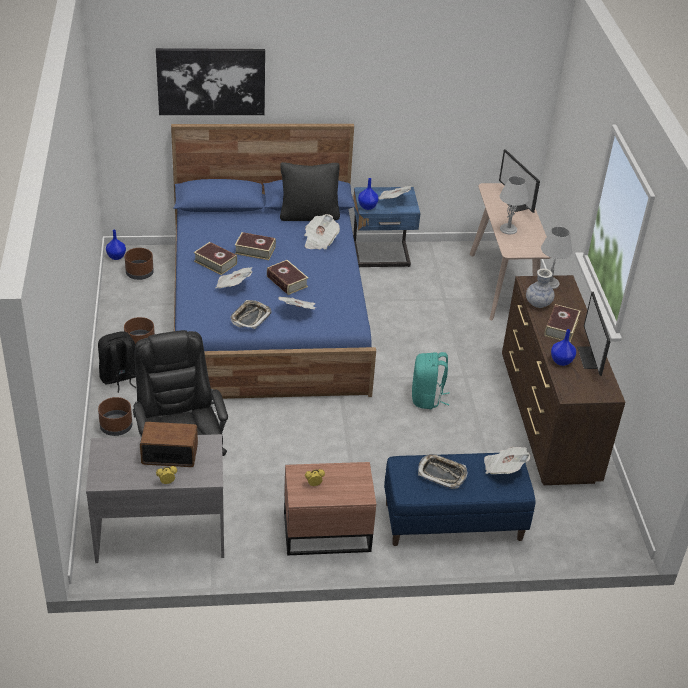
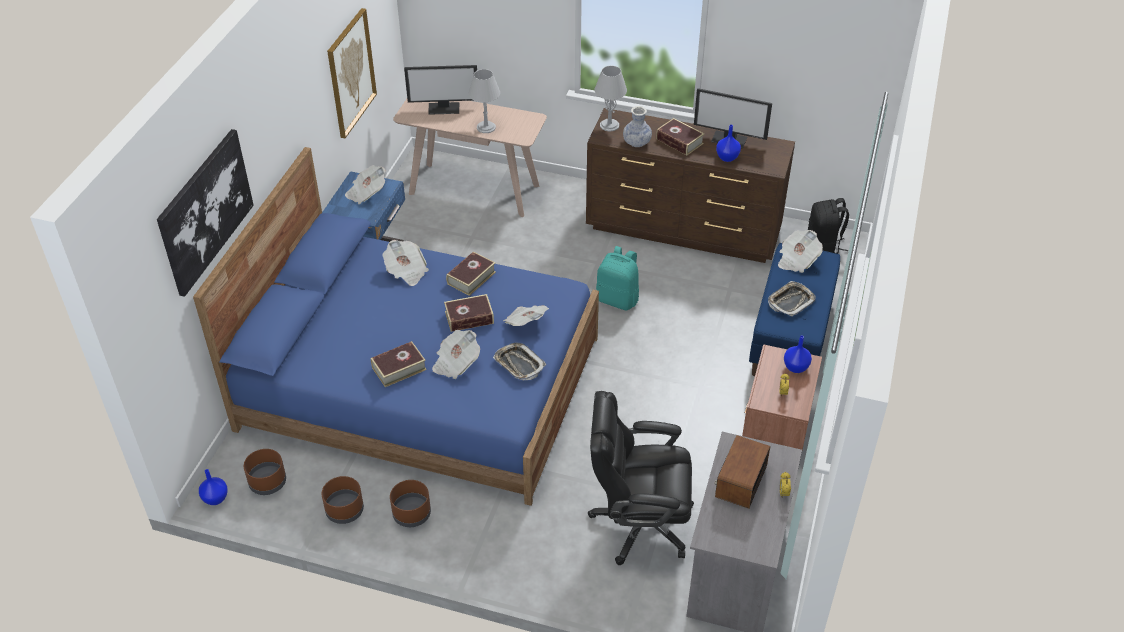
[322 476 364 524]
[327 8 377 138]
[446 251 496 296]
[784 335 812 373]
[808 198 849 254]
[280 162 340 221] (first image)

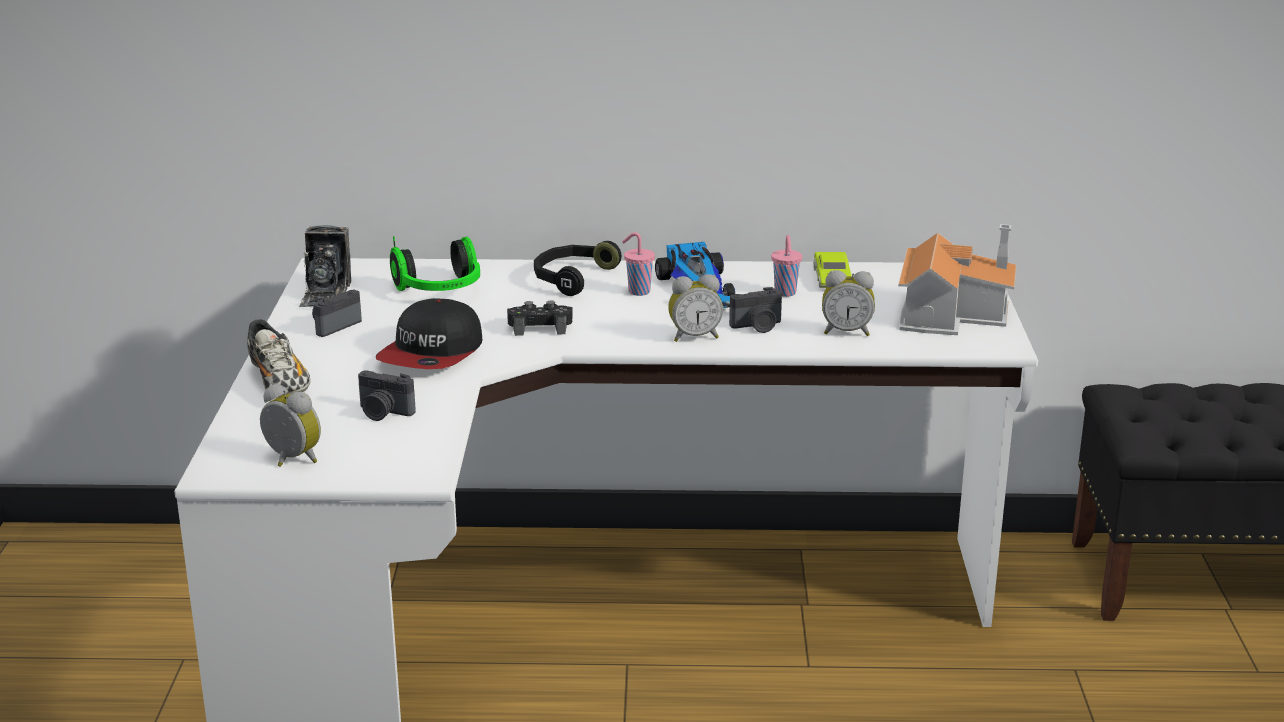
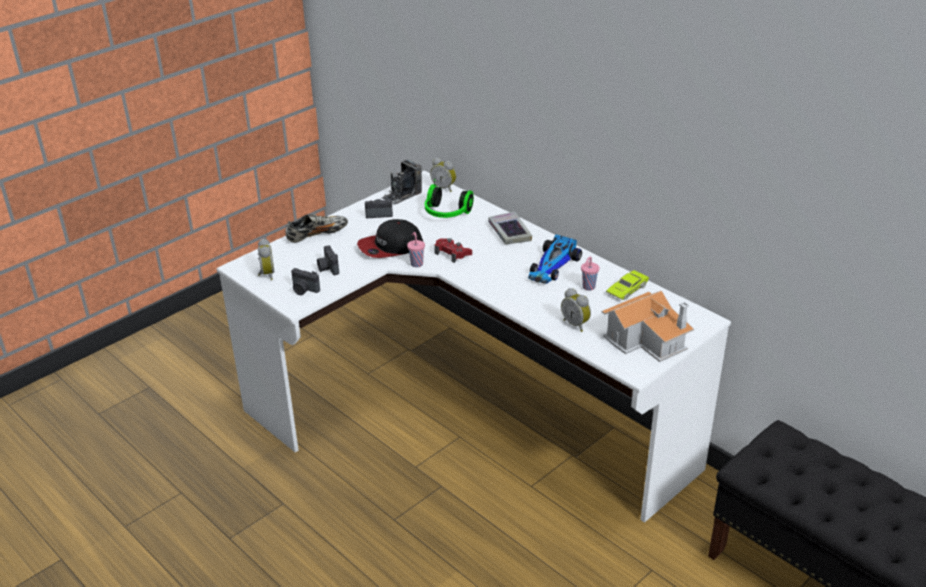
[285 214 348 243]
[291 268 320 295]
[407 232 425 267]
[430 158 456 192]
[434 238 472 263]
[488 212 532 244]

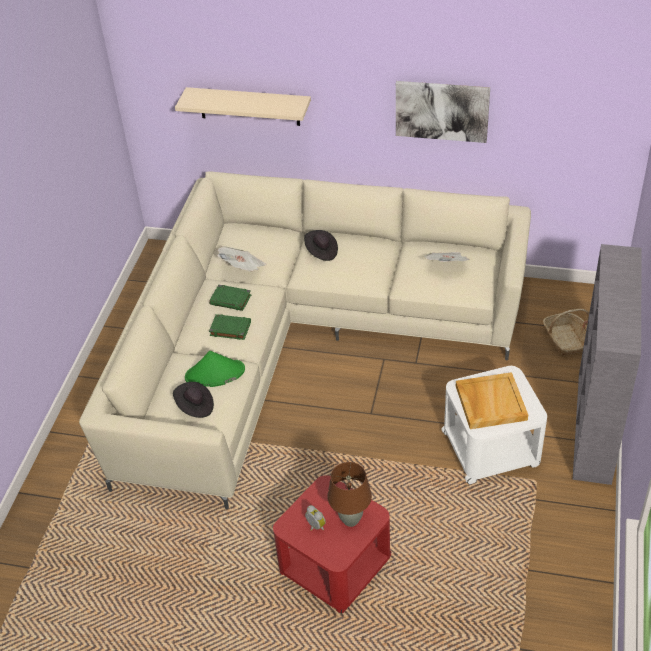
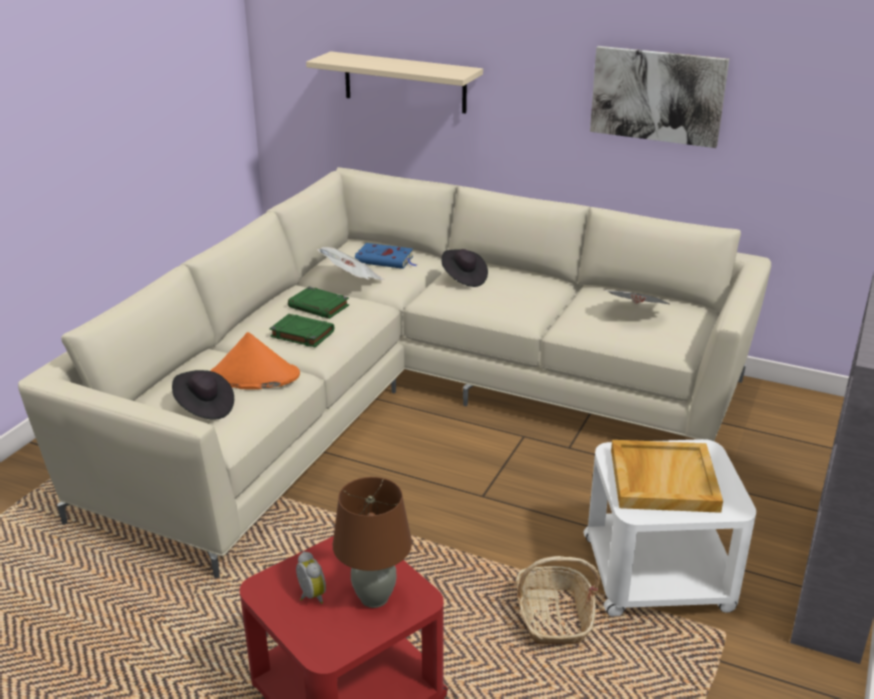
[210 332 300 390]
[355 243 417 269]
[516 556 600 644]

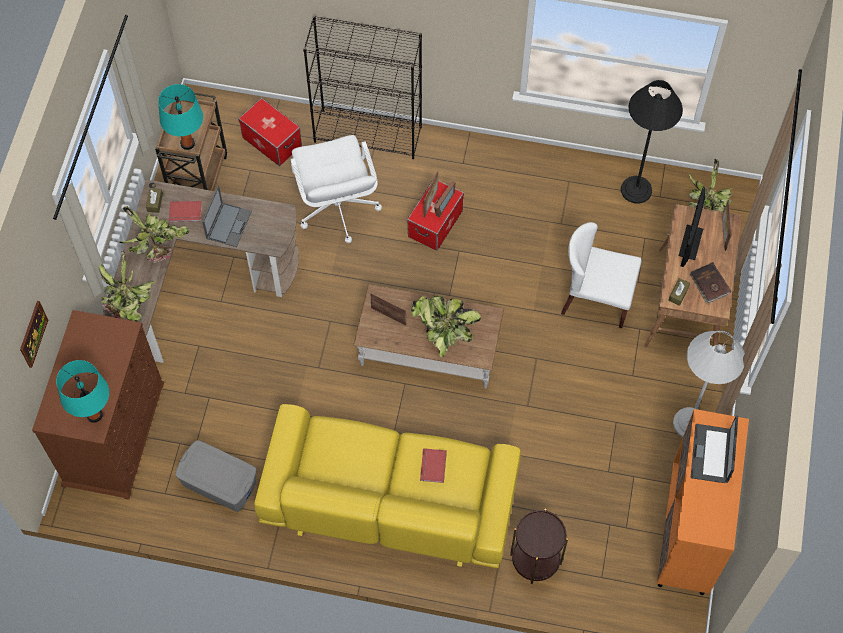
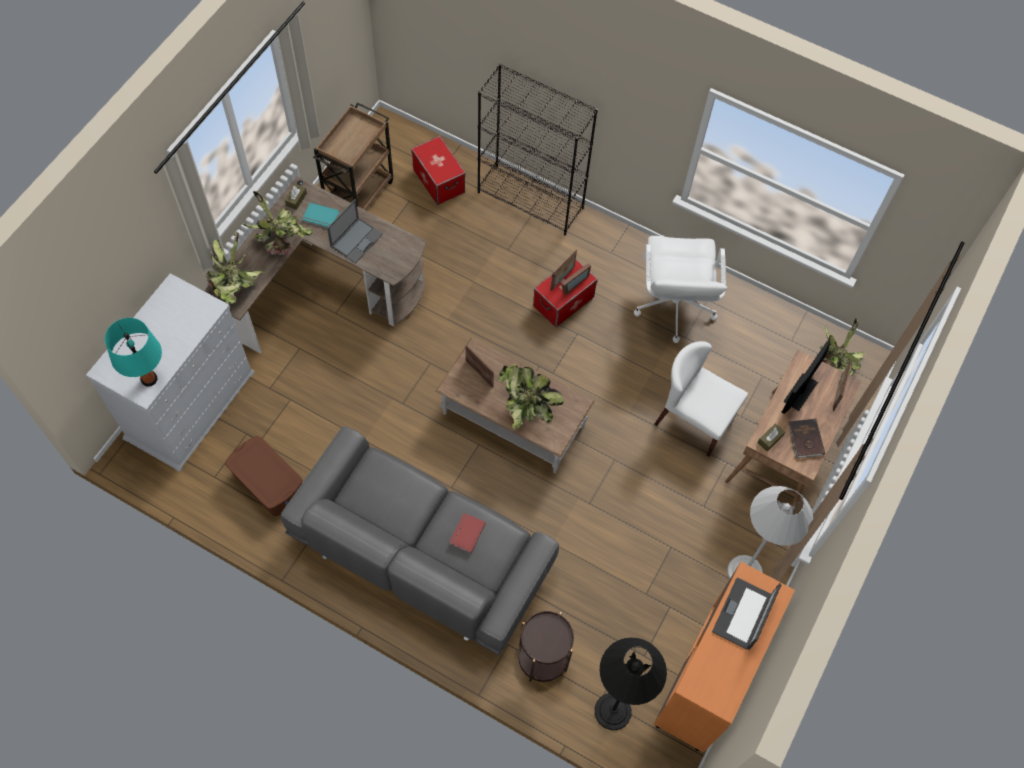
[86 273 255 472]
[225 436 303 517]
[281 426 559 655]
[302 203 340 228]
[595 638 667 730]
[634 236 727 343]
[20 301 48 368] (first image)
[158 84 203 150] (first image)

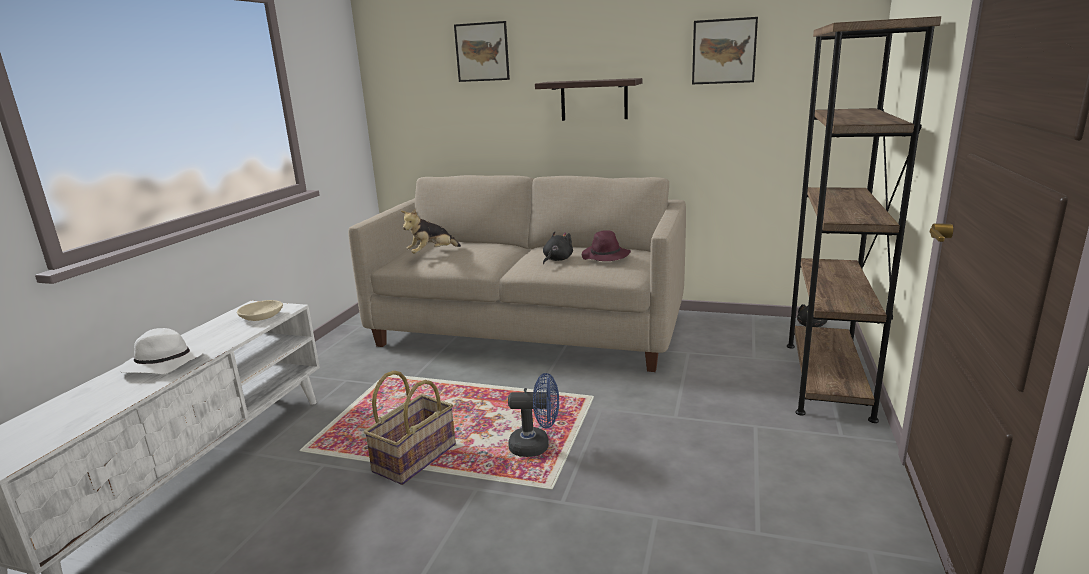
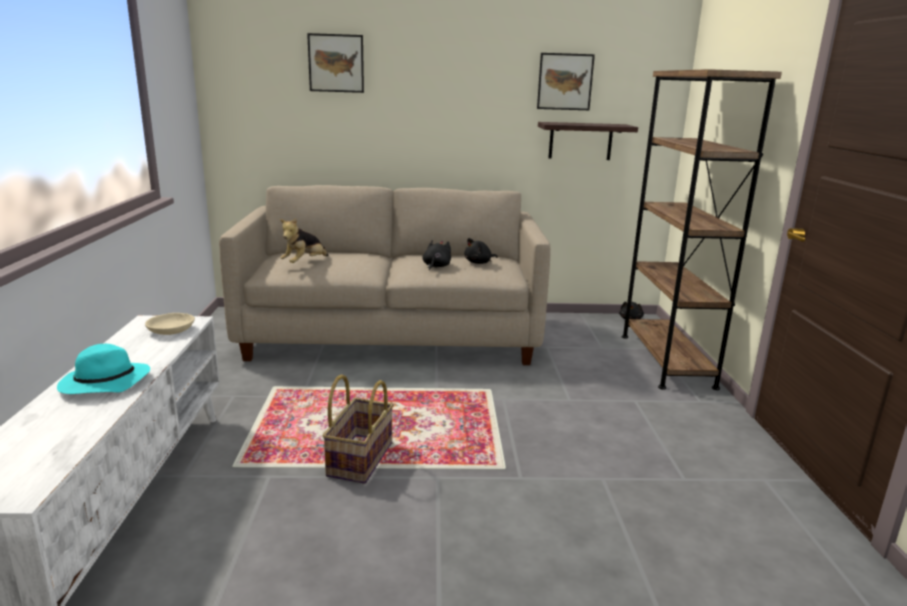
[57 344 150 394]
[464 238 498 264]
[538 122 638 160]
[508 373 559 457] (first image)

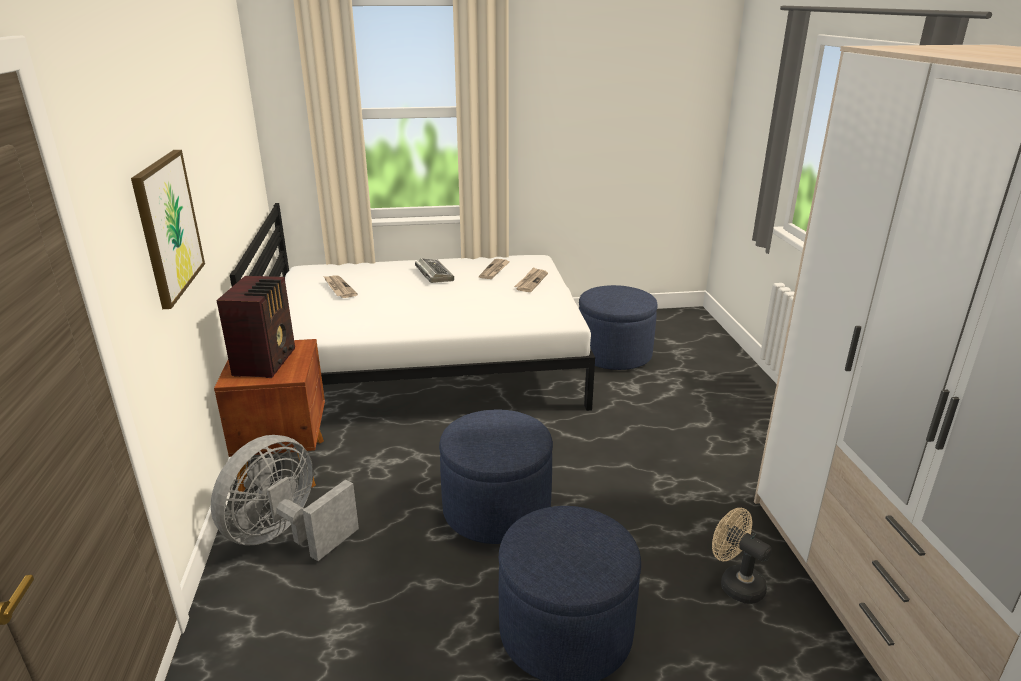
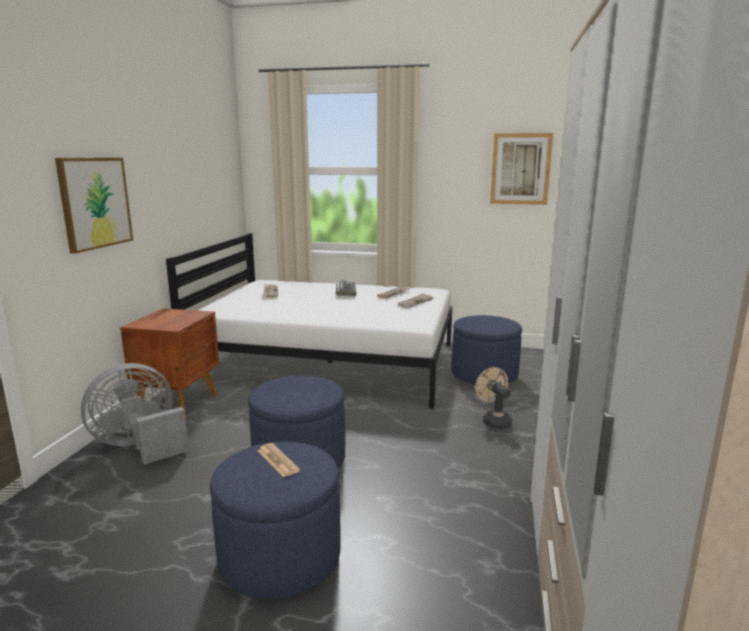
[257 443 300 477]
[475 367 512 429]
[490 133 553 205]
[216 276 295 378] (first image)

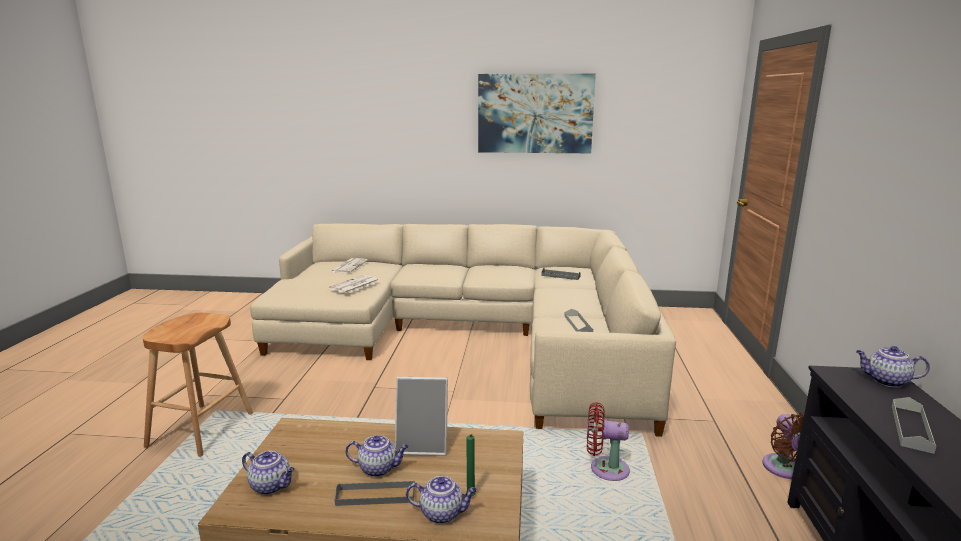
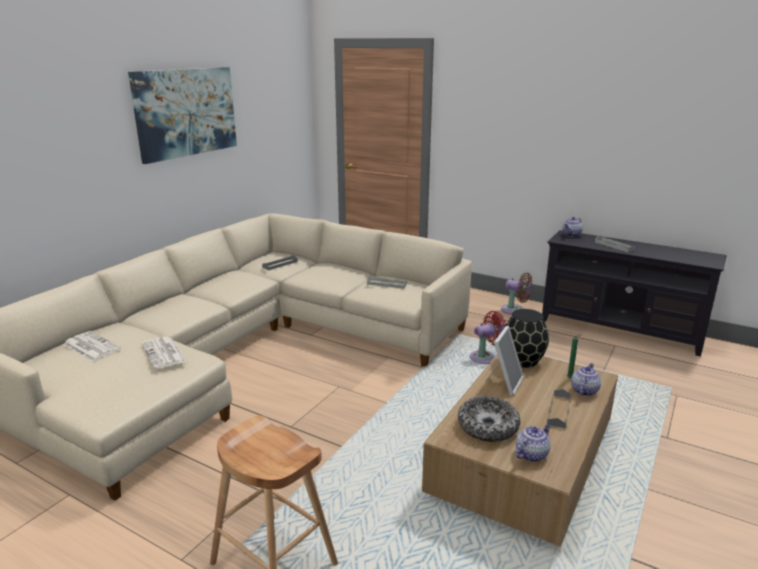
[458 396 520 442]
[470 311 506 364]
[506 309 549 368]
[345 435 409 477] (first image)

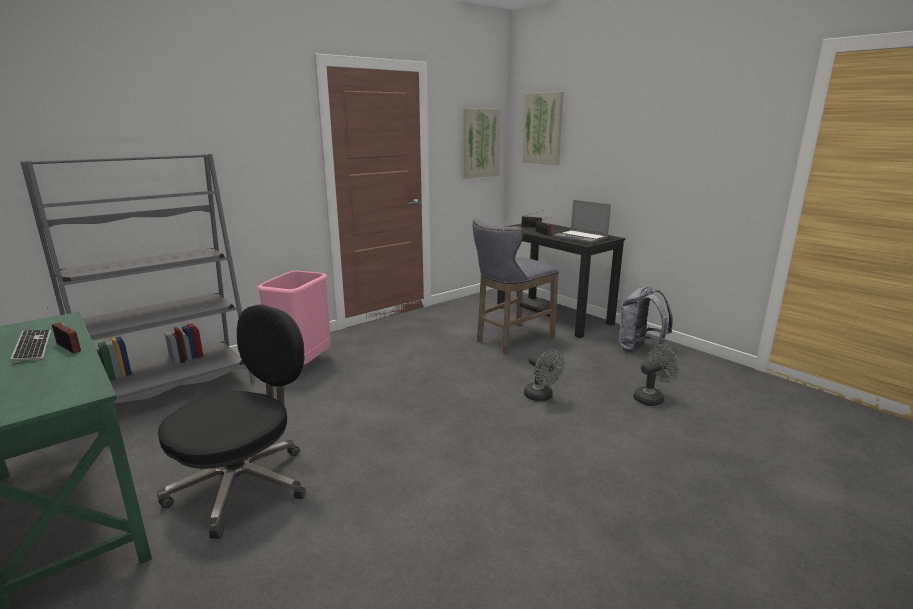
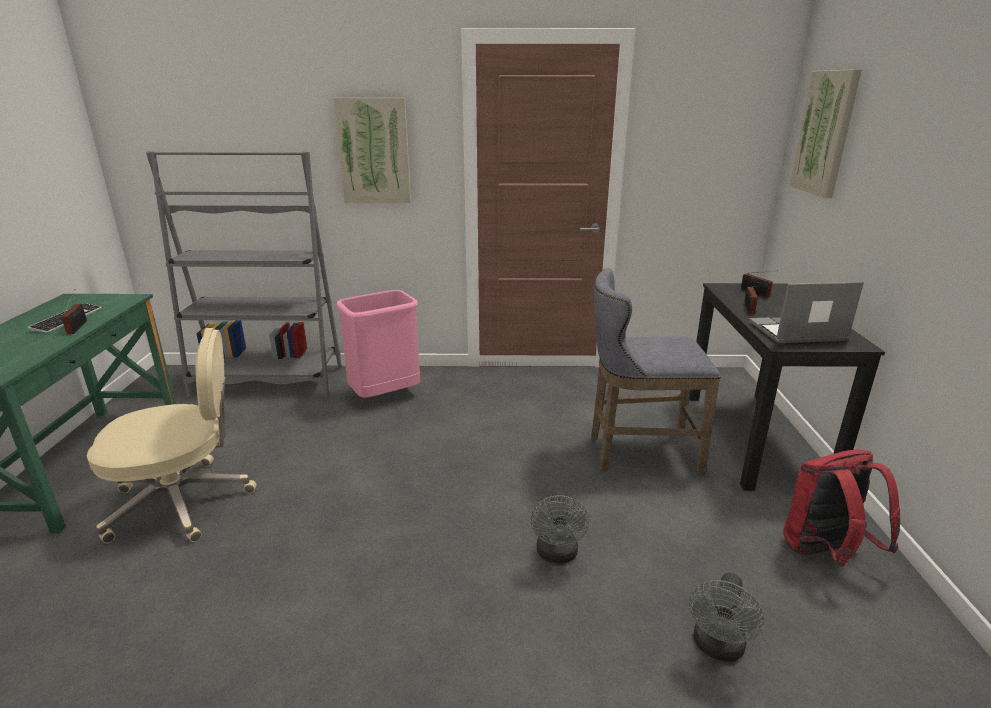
[87 328 257 543]
[333 98 411 203]
[689 573 764 662]
[749 281 864 343]
[783 450 900 566]

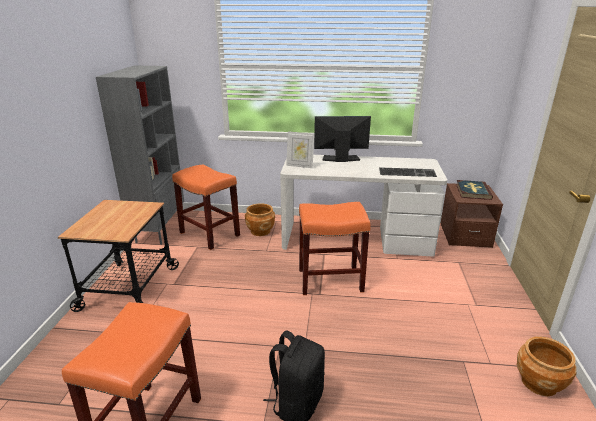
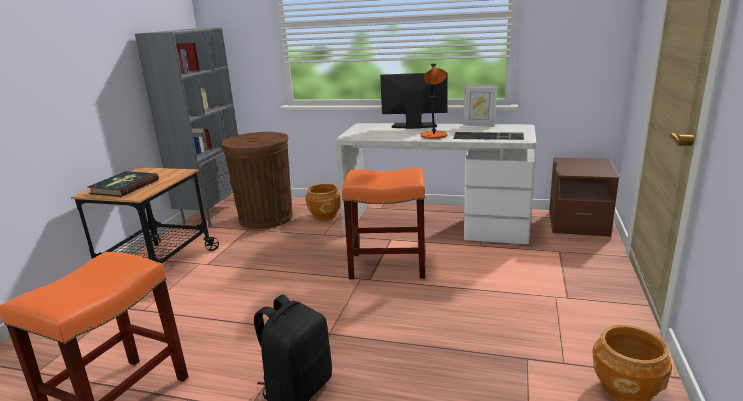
[87 171 159 197]
[222 132 293 229]
[421 64 447 139]
[463 85 497 127]

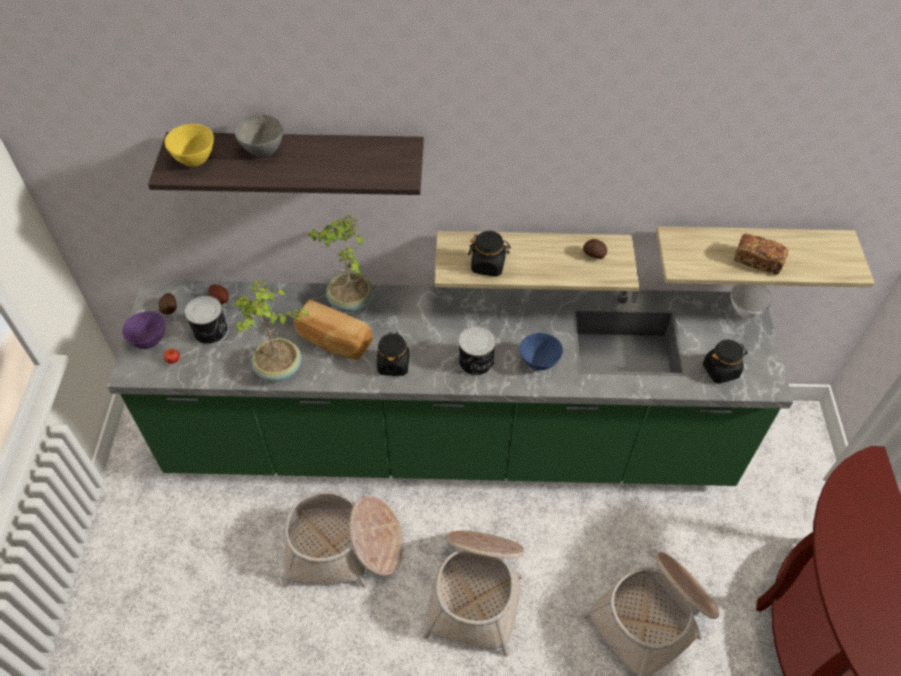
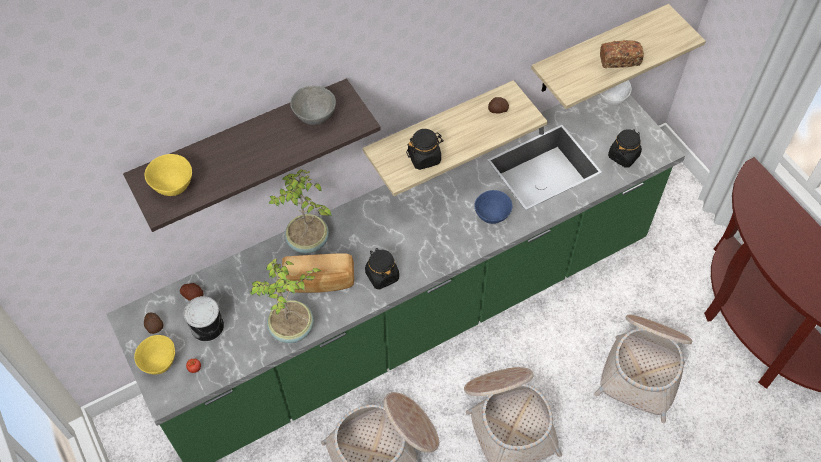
[134 335 175 375]
[290 86 336 125]
[458 326 496 377] (first image)

